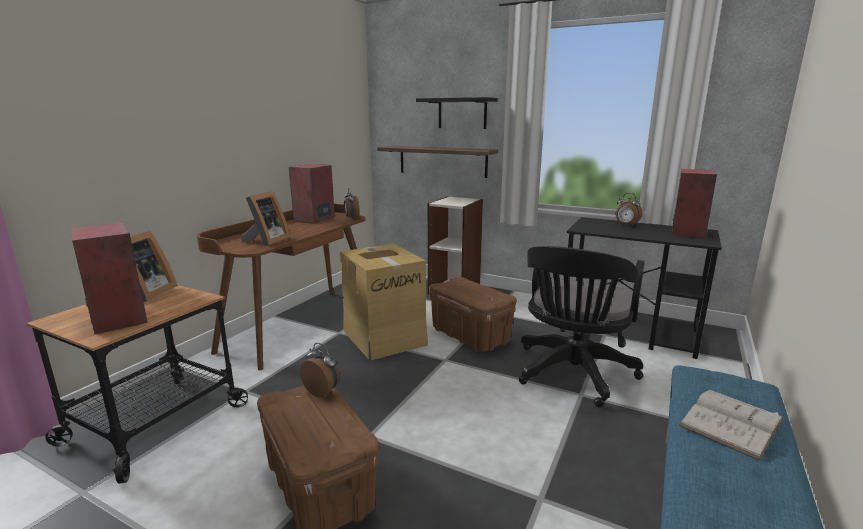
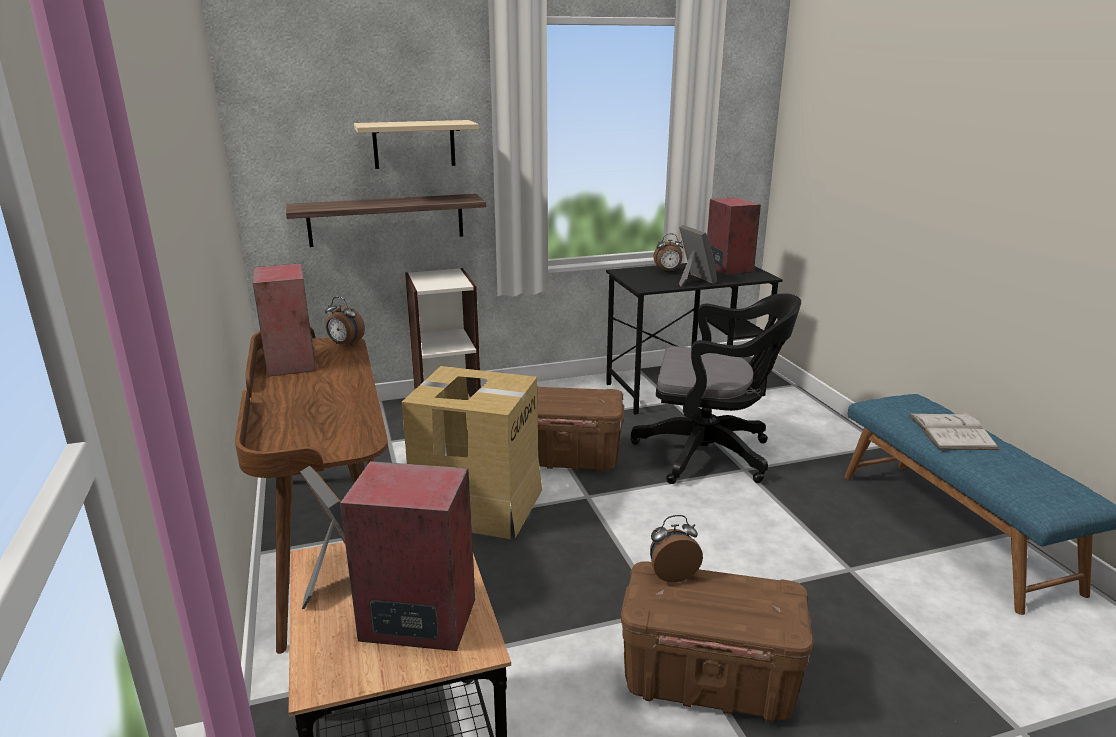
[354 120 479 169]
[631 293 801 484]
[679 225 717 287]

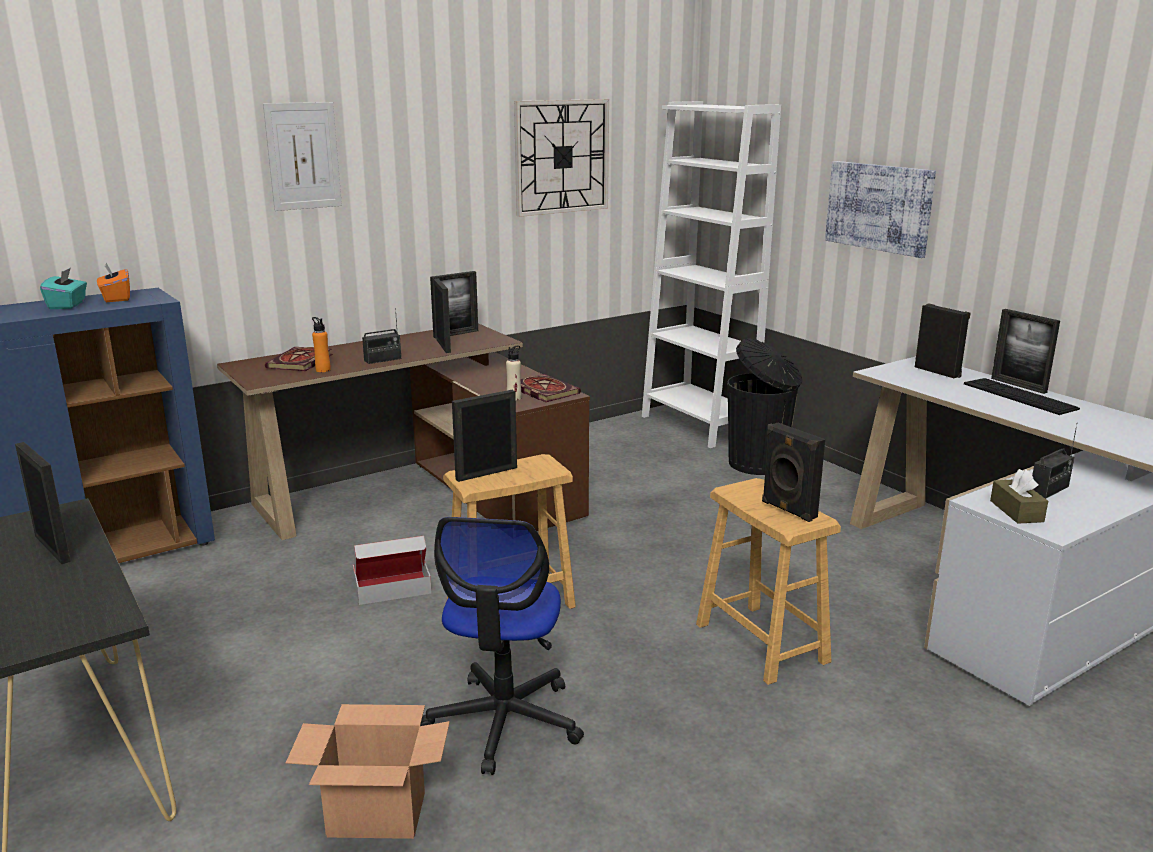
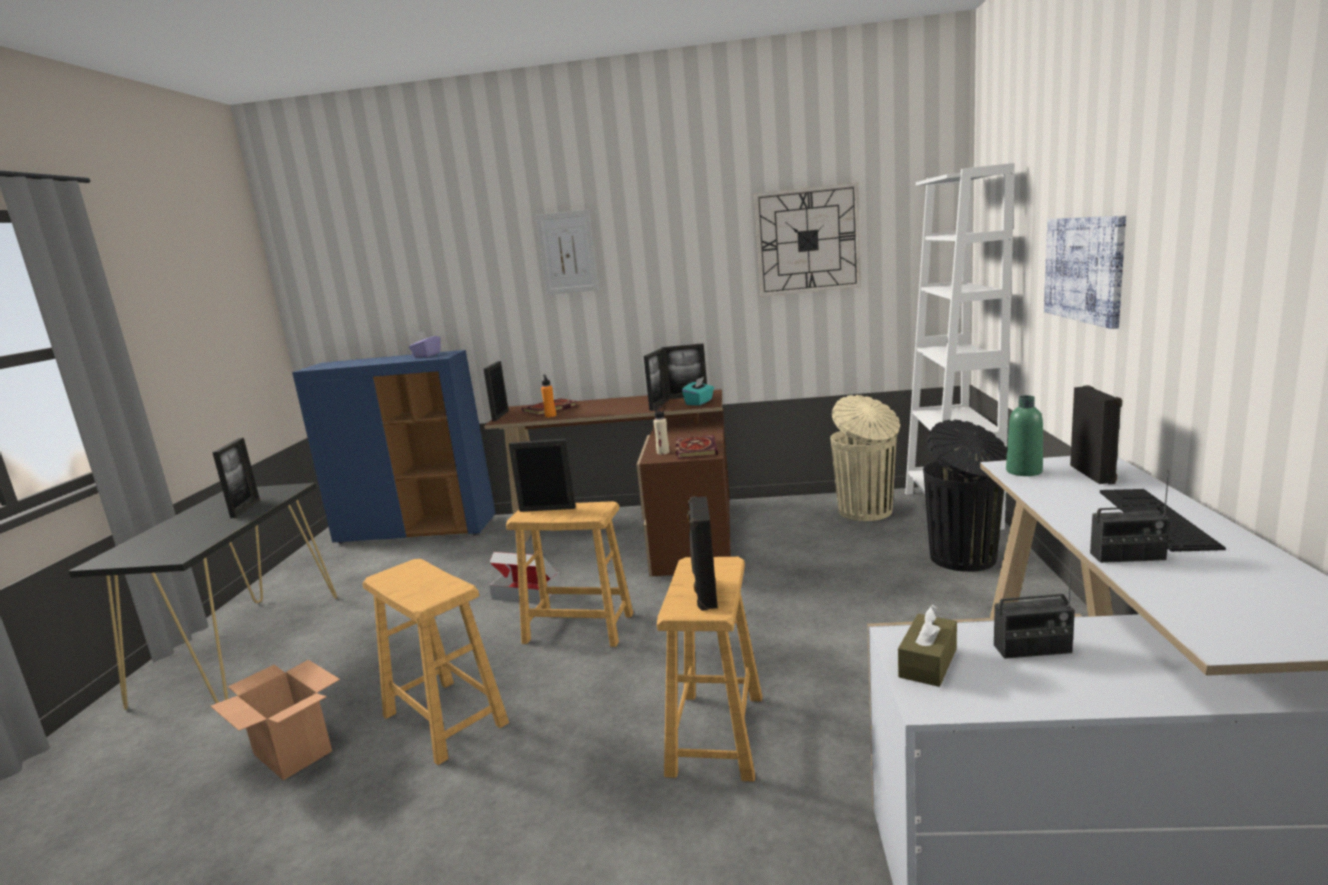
[362 559 509 765]
[409 331 441 358]
[484 361 509 421]
[682 377 714 405]
[830 395 900 521]
[1006 395 1043 476]
[1090 470 1170 563]

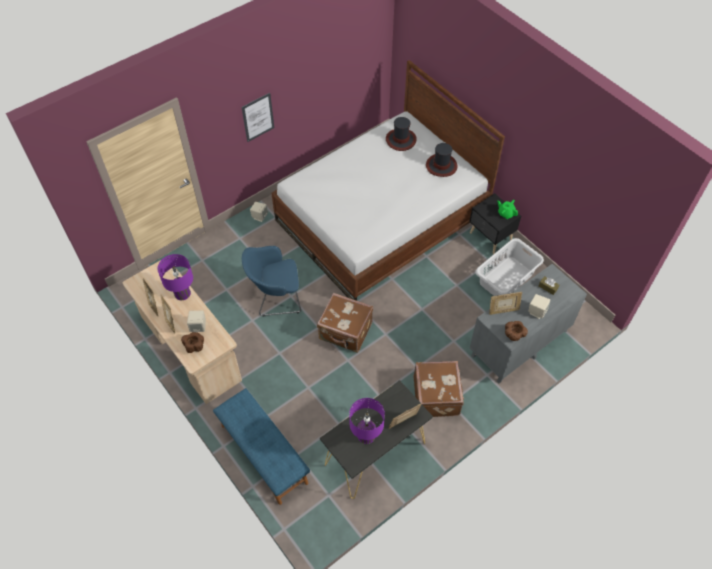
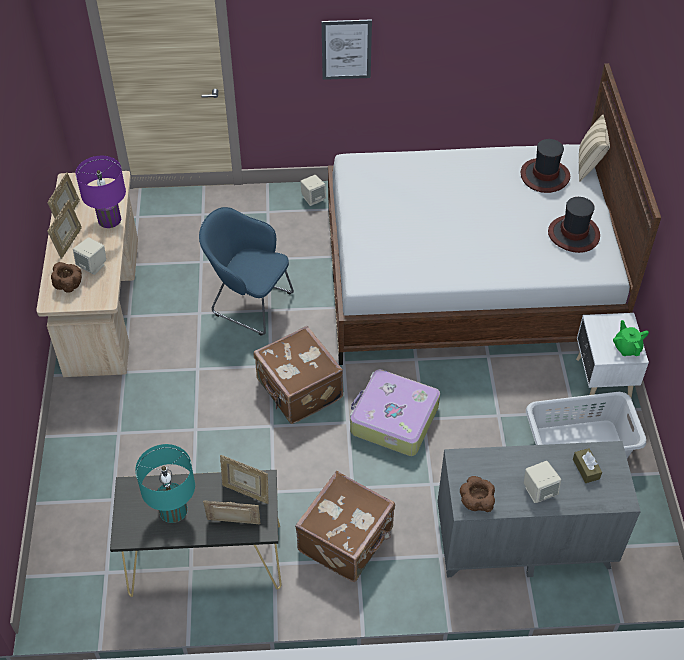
[135 444 195 523]
[220 455 269 504]
[350 369 440 456]
[576 313 649 398]
[579 115 610 182]
[213 388 310 505] (first image)

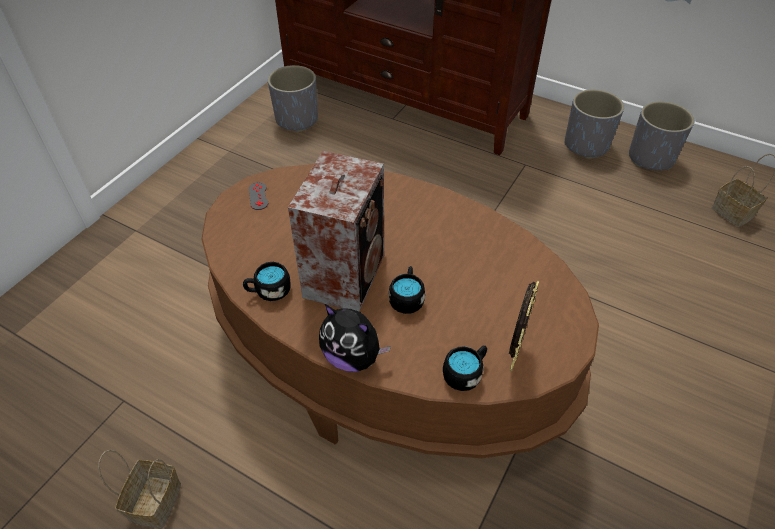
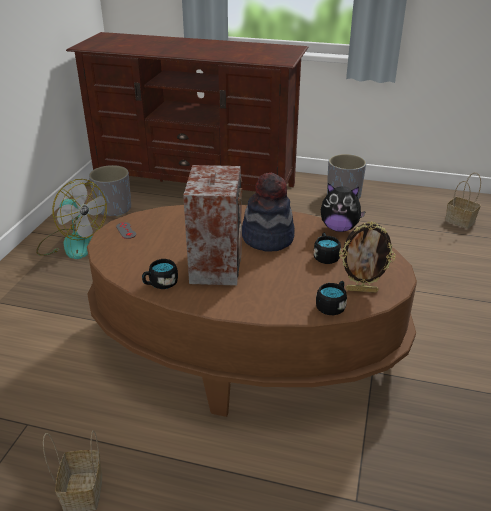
[36 179 107 259]
[242 173 295 252]
[314 232 341 264]
[321 183 366 232]
[339 221 396 293]
[629 101 694 170] (first image)

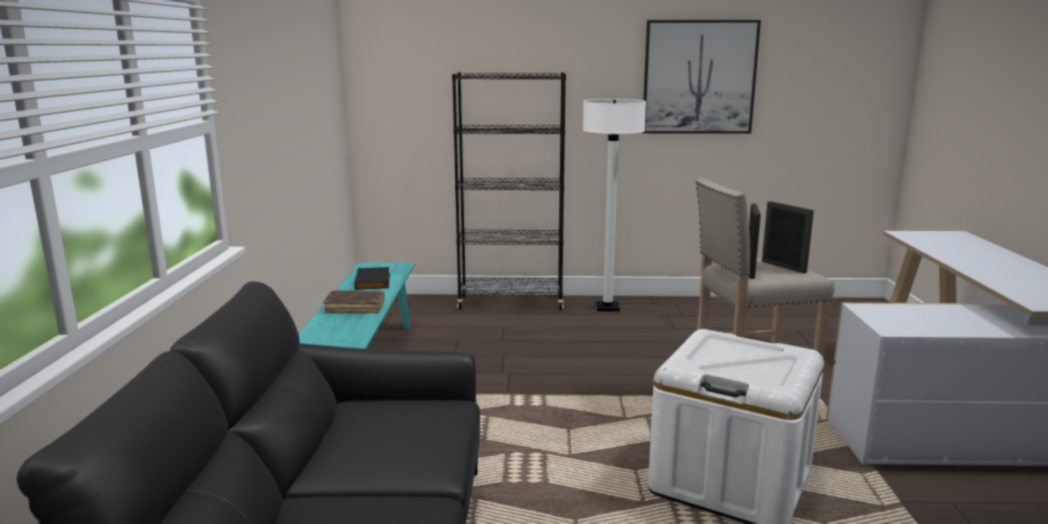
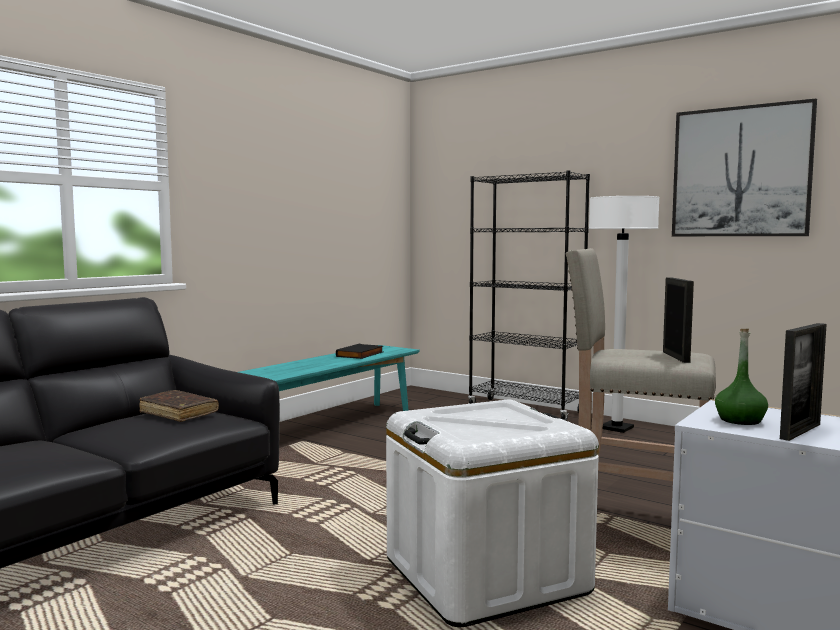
[139 390 219 422]
[715 329 768 425]
[780 323 827 441]

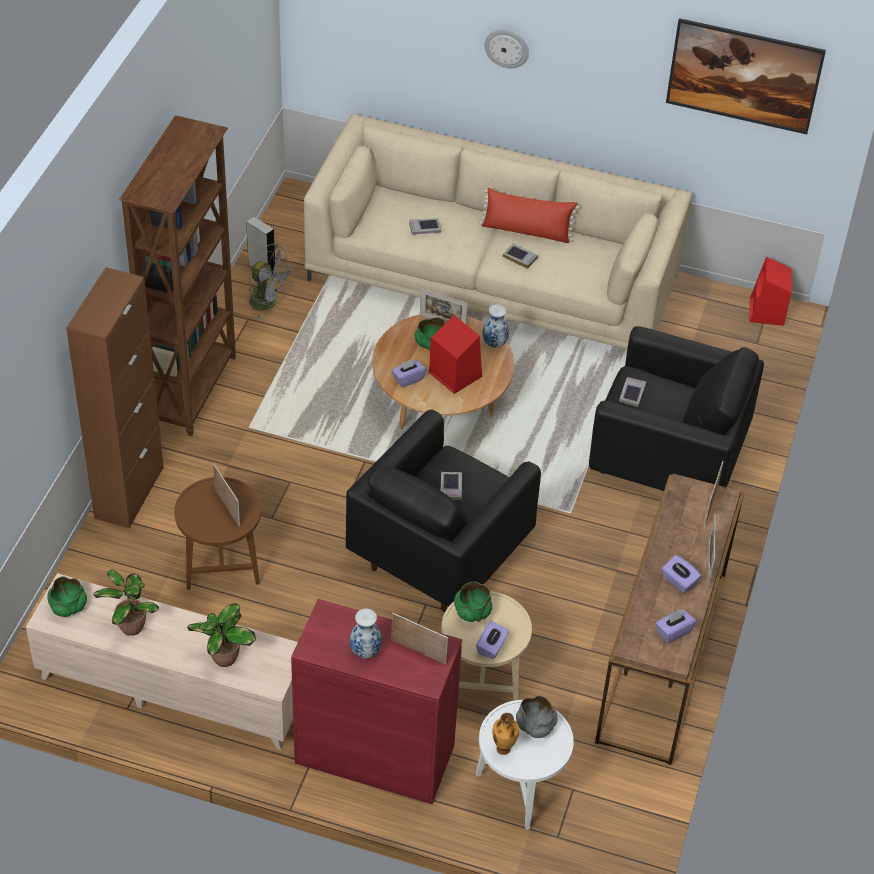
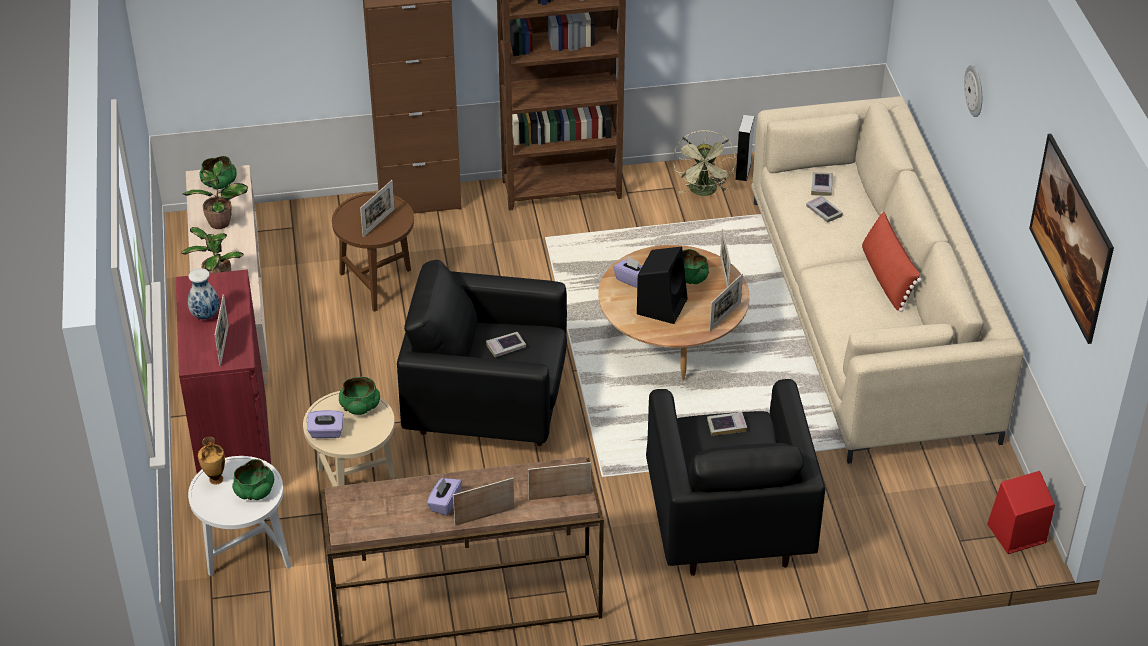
[232 459 274 500]
[637 246 687 324]
[673 130 736 196]
[709 274 743 332]
[811 172 833 196]
[655 609 696 643] (first image)

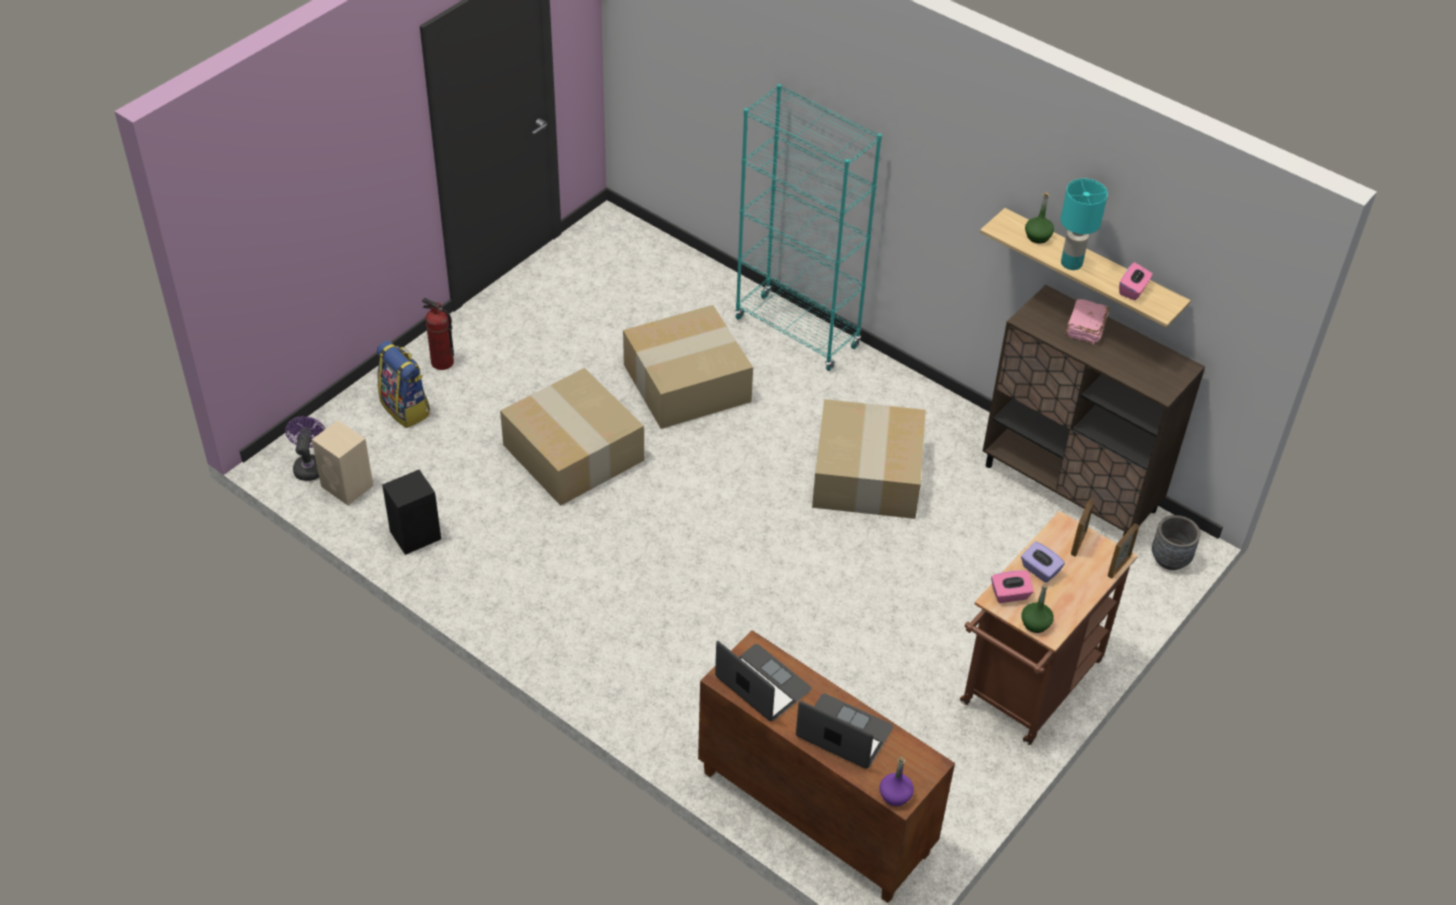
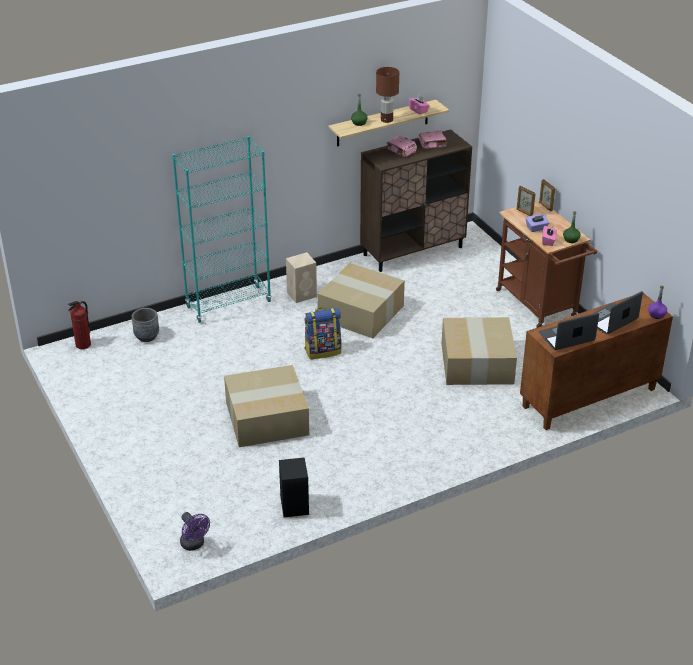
[68 301 91 349]
[132 308 159 342]
[180 512 210 551]
[286 252 317 303]
[305 307 341 359]
[376 67 399 123]
[419 131 447 149]
[441 317 517 385]

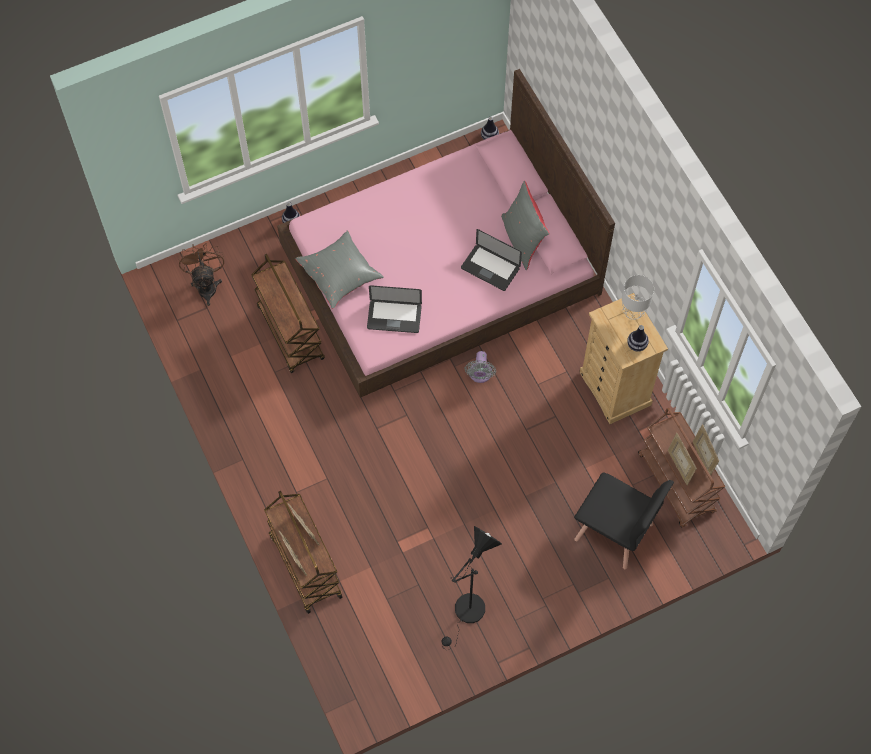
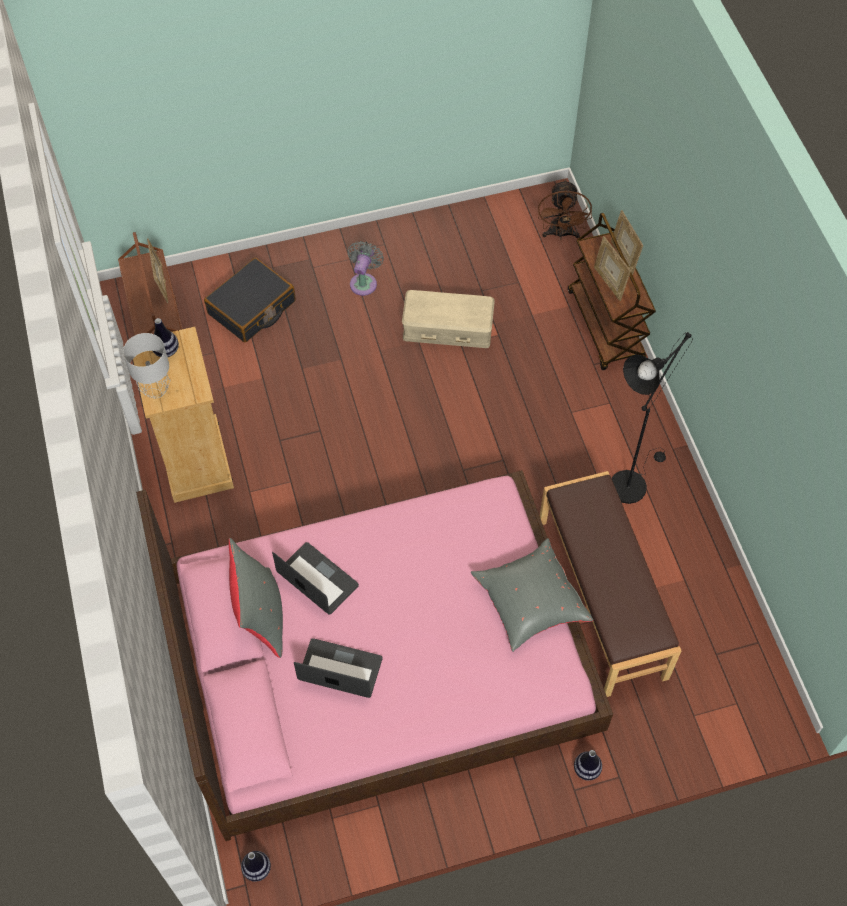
[204 258 295 342]
[294 638 382 698]
[348 241 384 296]
[402 290 495 348]
[538 179 592 240]
[540 471 682 697]
[611 332 693 504]
[693 424 719 476] (first image)

